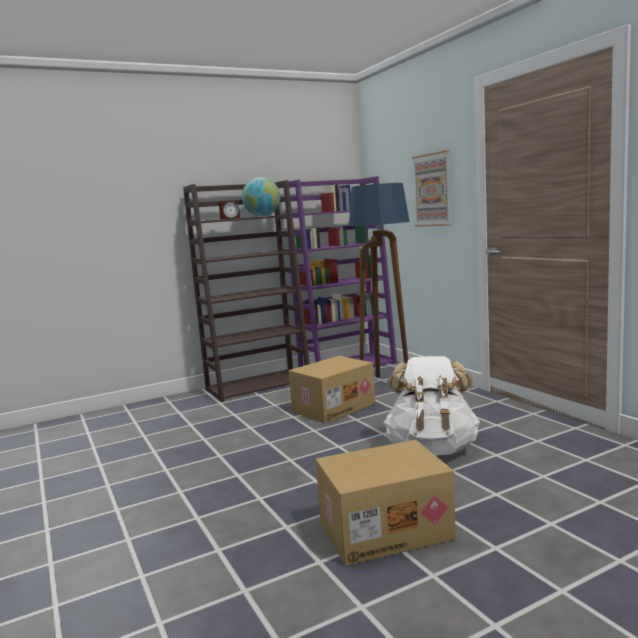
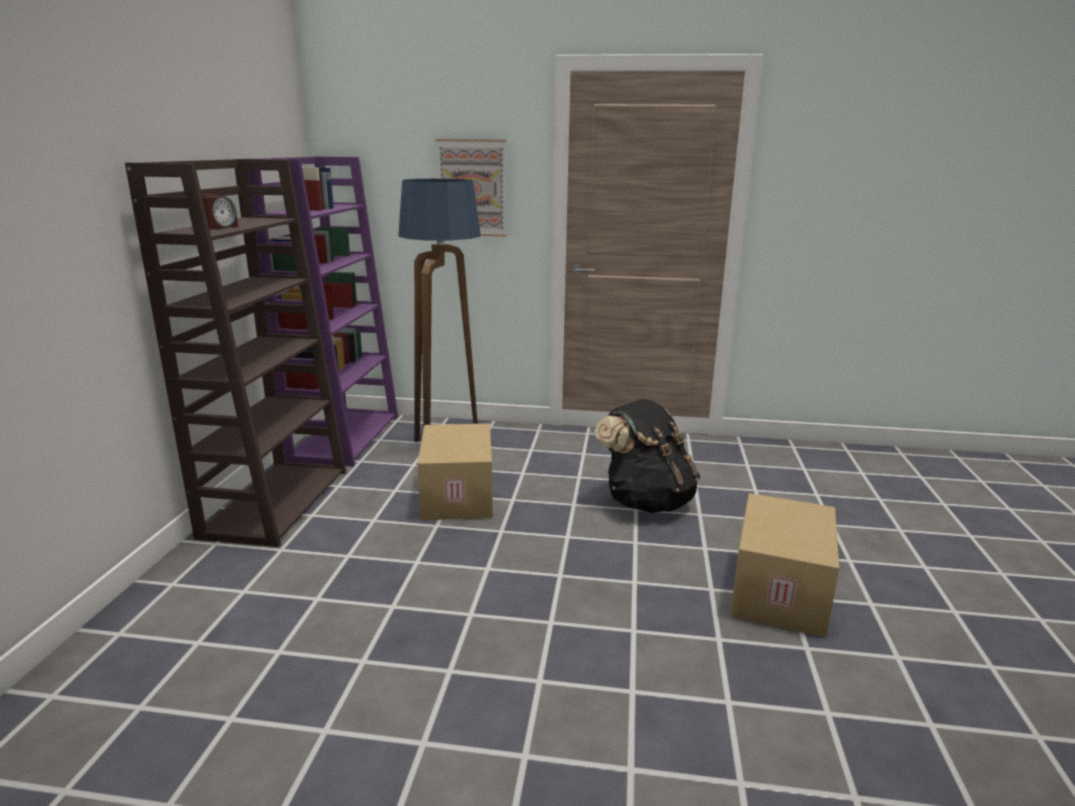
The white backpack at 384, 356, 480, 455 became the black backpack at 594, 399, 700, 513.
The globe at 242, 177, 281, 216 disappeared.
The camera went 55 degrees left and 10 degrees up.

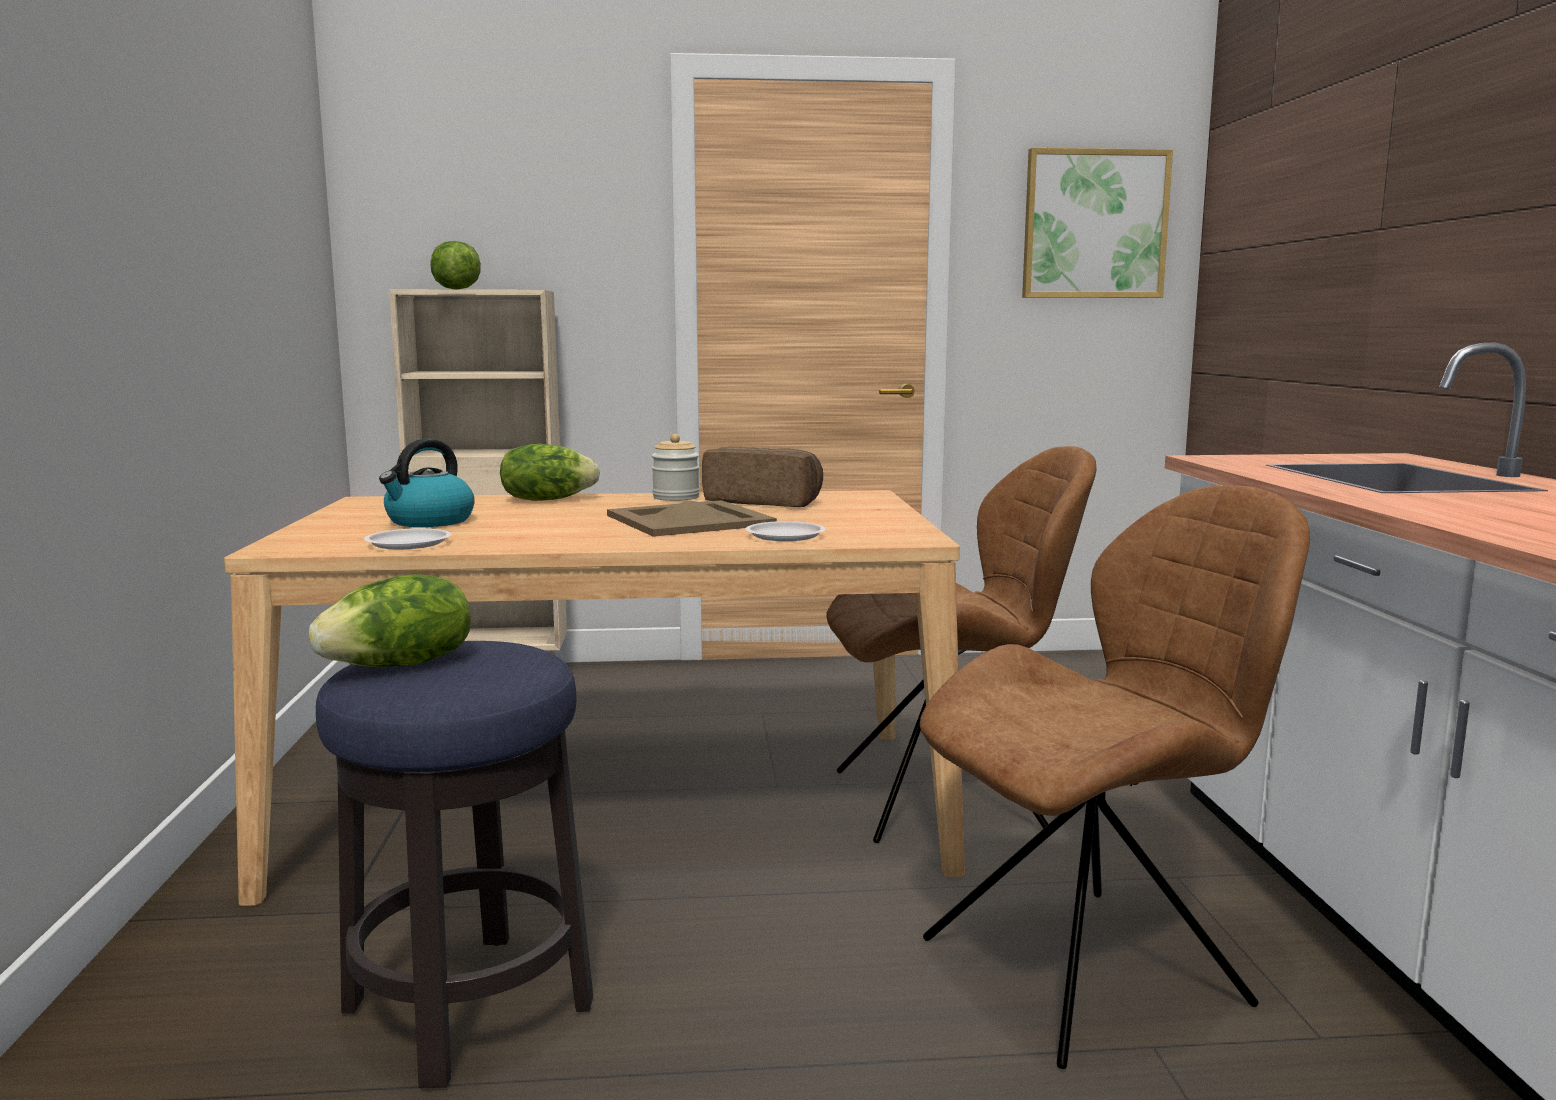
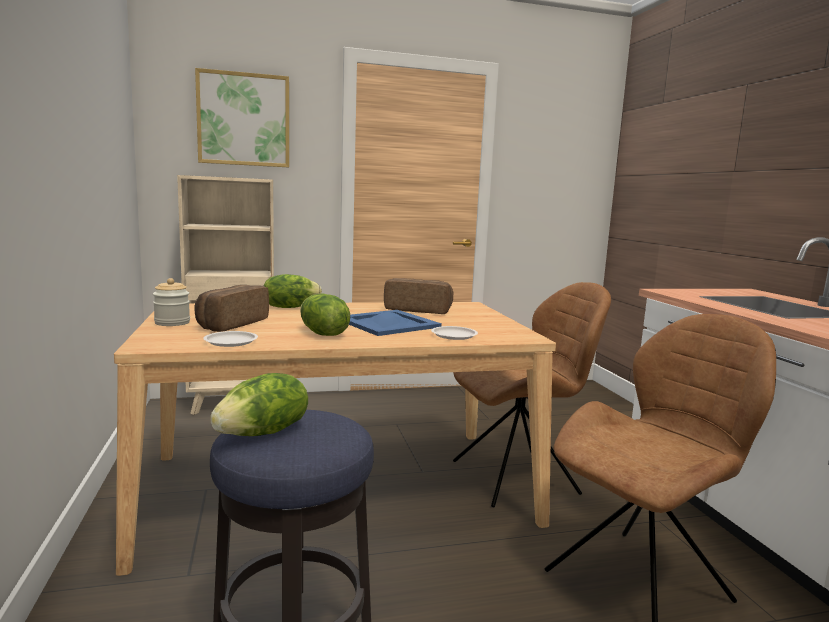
The jar moved from 652, 434, 700, 501 to 153, 278, 190, 326.
The picture moved from 1022, 148, 1173, 298 to 195, 68, 289, 167.
The kettle at 379, 439, 475, 527 was replaced by the bread at 195, 285, 269, 332.
The lettuce moved from 430, 241, 481, 289 to 300, 293, 350, 336.
The beige tray at 607, 500, 777, 537 became the blue tray at 349, 310, 442, 336.
The camera went 10 degrees left and 0 degrees up.

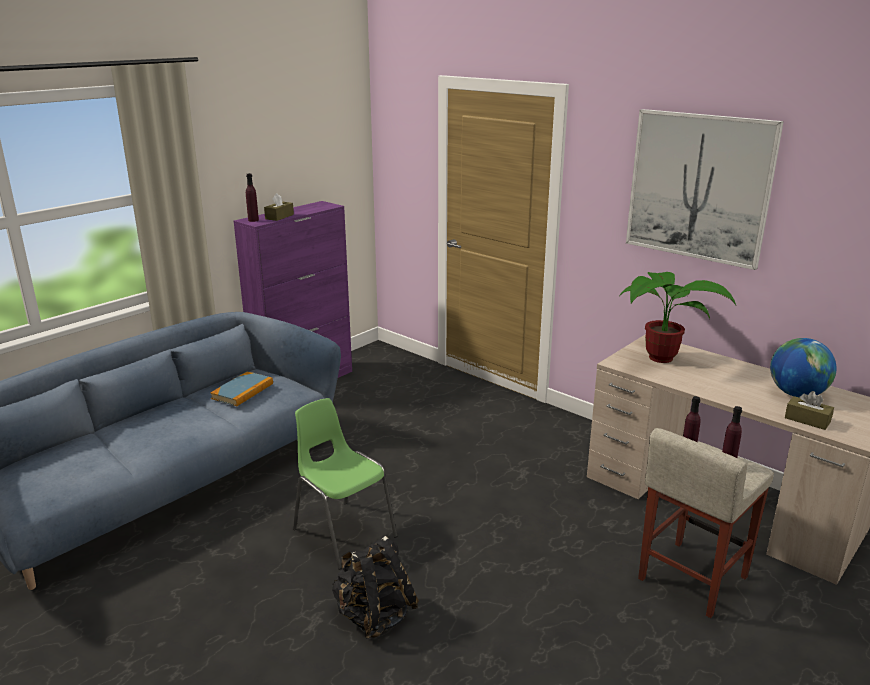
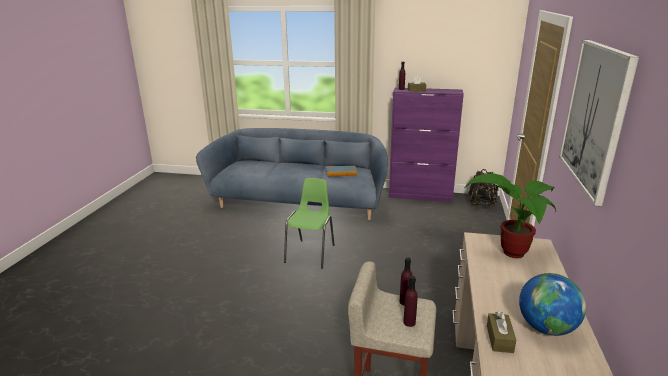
The black backpack moved from 332, 536, 419, 638 to 468, 169, 498, 206.
The camera went 60 degrees right and 0 degrees up.

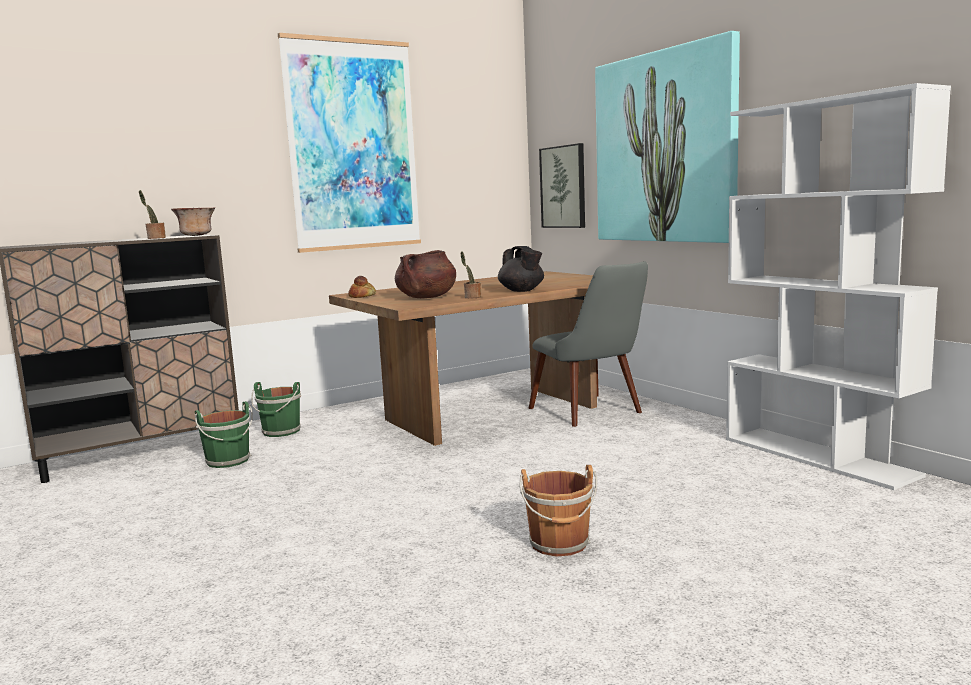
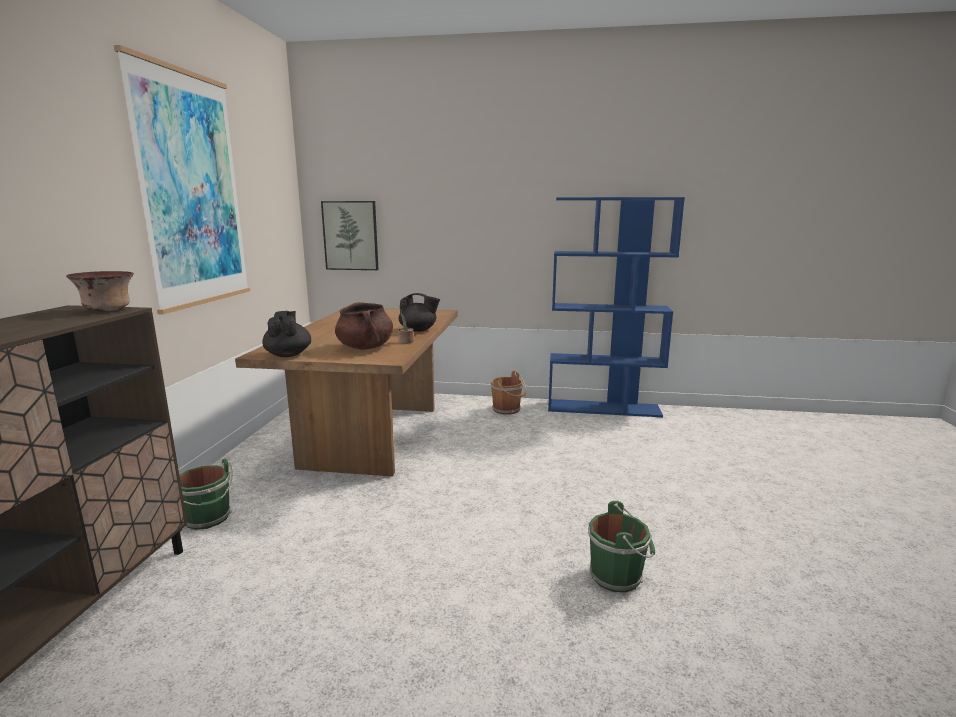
The bread at 348, 276, 376, 298 was replaced by the black teapot at 262, 311, 311, 357.
The brown bucket moved from 519, 465, 597, 557 to 491, 371, 526, 415.
The white bookcase at 726, 83, 951, 490 became the blue bookcase at 548, 197, 685, 417.
The green bucket moved from 195, 401, 253, 468 to 588, 501, 655, 593.
The potted plant at 139, 190, 166, 239 disappeared.
The grey chair at 529, 261, 648, 427 disappeared.
The picture at 595, 31, 740, 243 disappeared.
The camera went 50 degrees left and 5 degrees up.

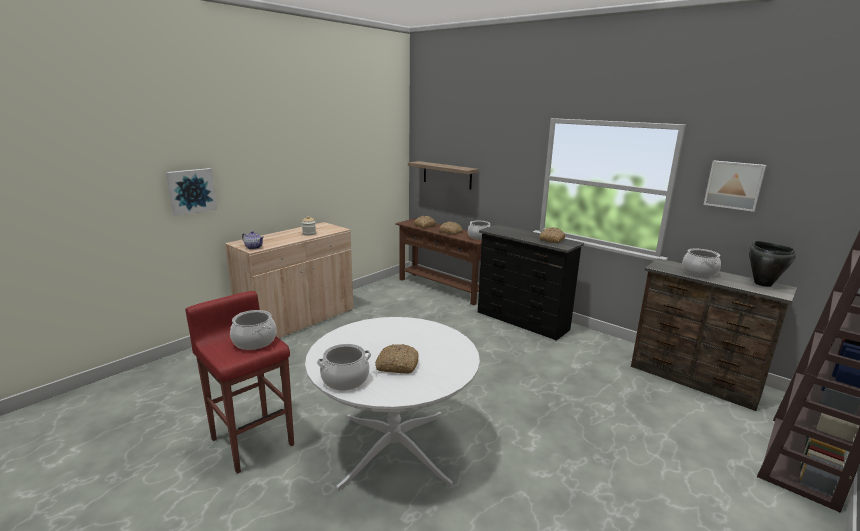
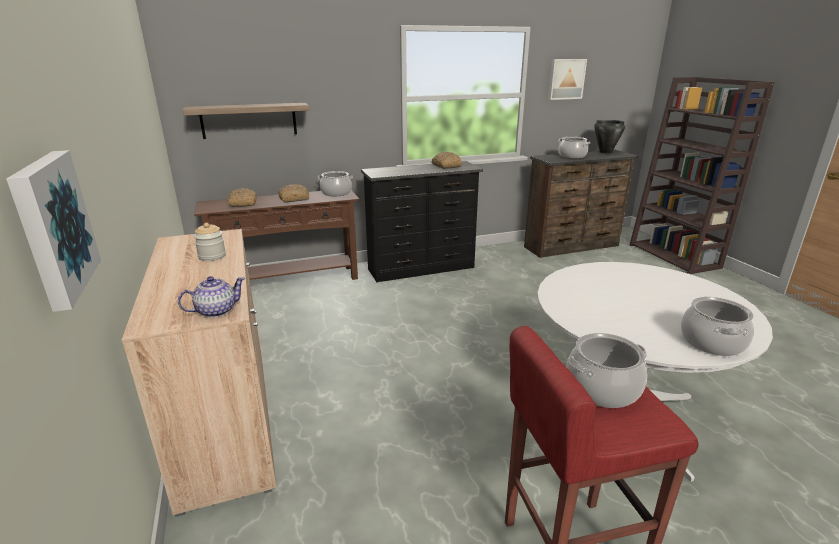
The bread at 375, 344, 419, 374 disappeared.
The camera went 60 degrees left and 5 degrees up.

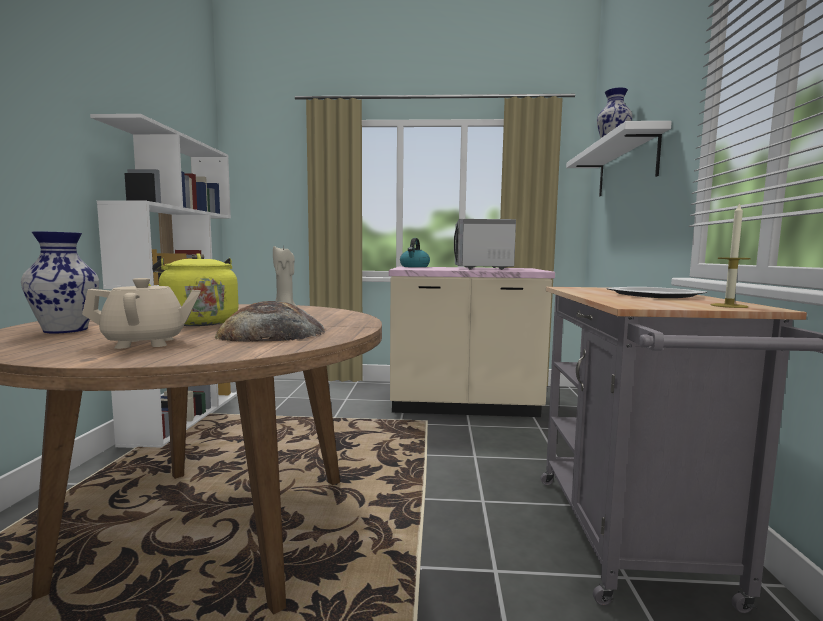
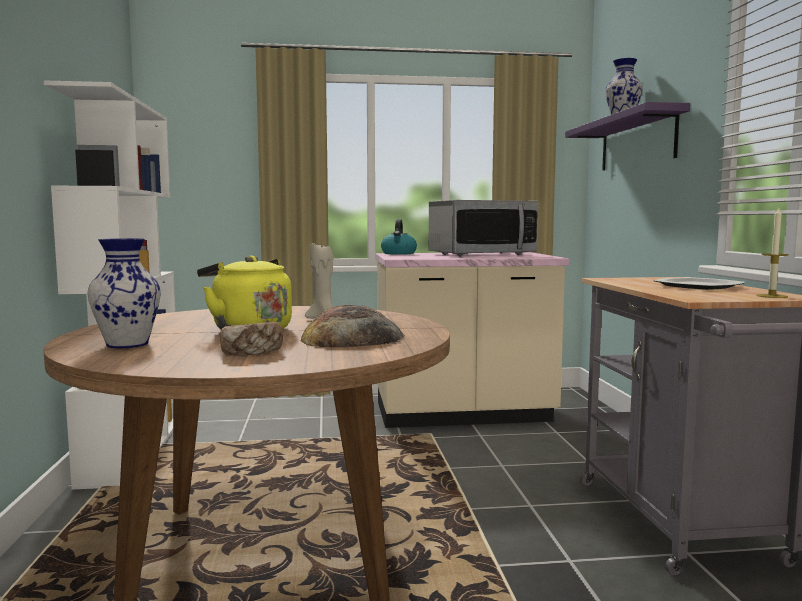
The beige teapot at 82, 278, 201, 349 was replaced by the bread at 220, 322, 283, 356.
The microwave at 454, 219, 516, 270 turned 105 degrees counterclockwise.
The white shelf at 566, 121, 672, 196 became the purple shelf at 565, 102, 690, 171.
The camera went 10 degrees left and 0 degrees up.

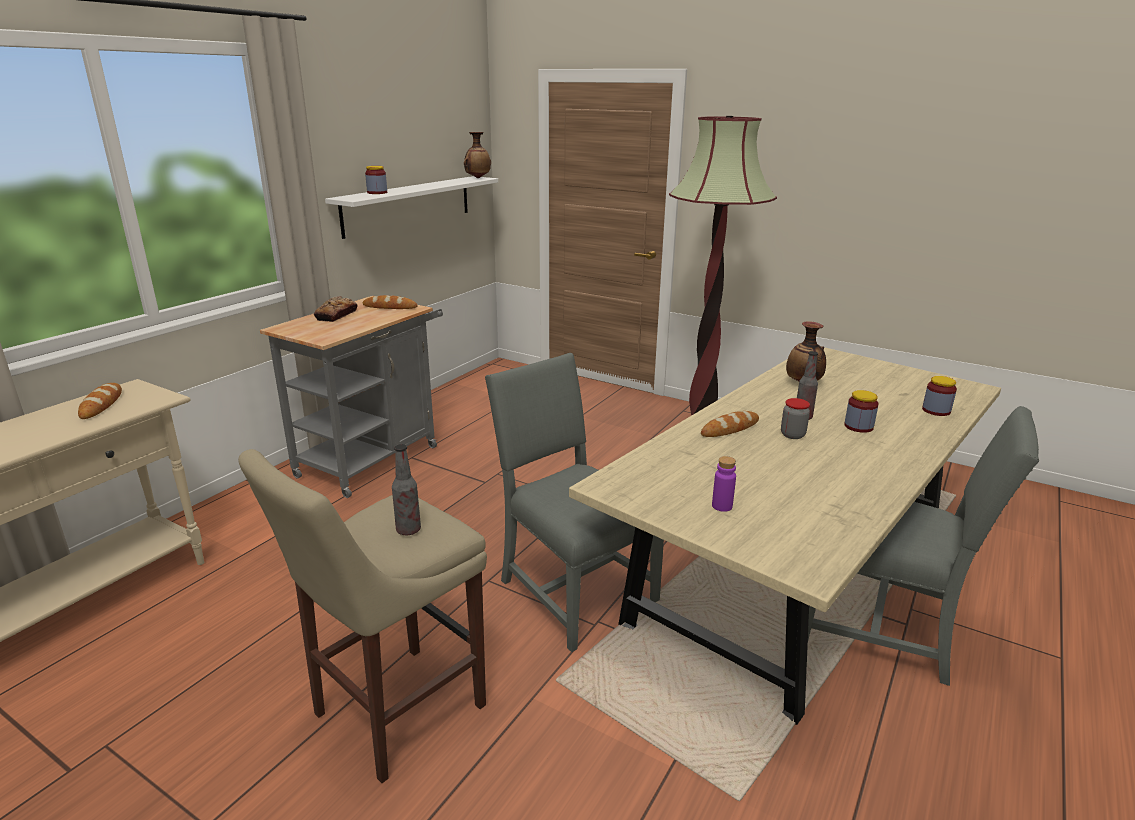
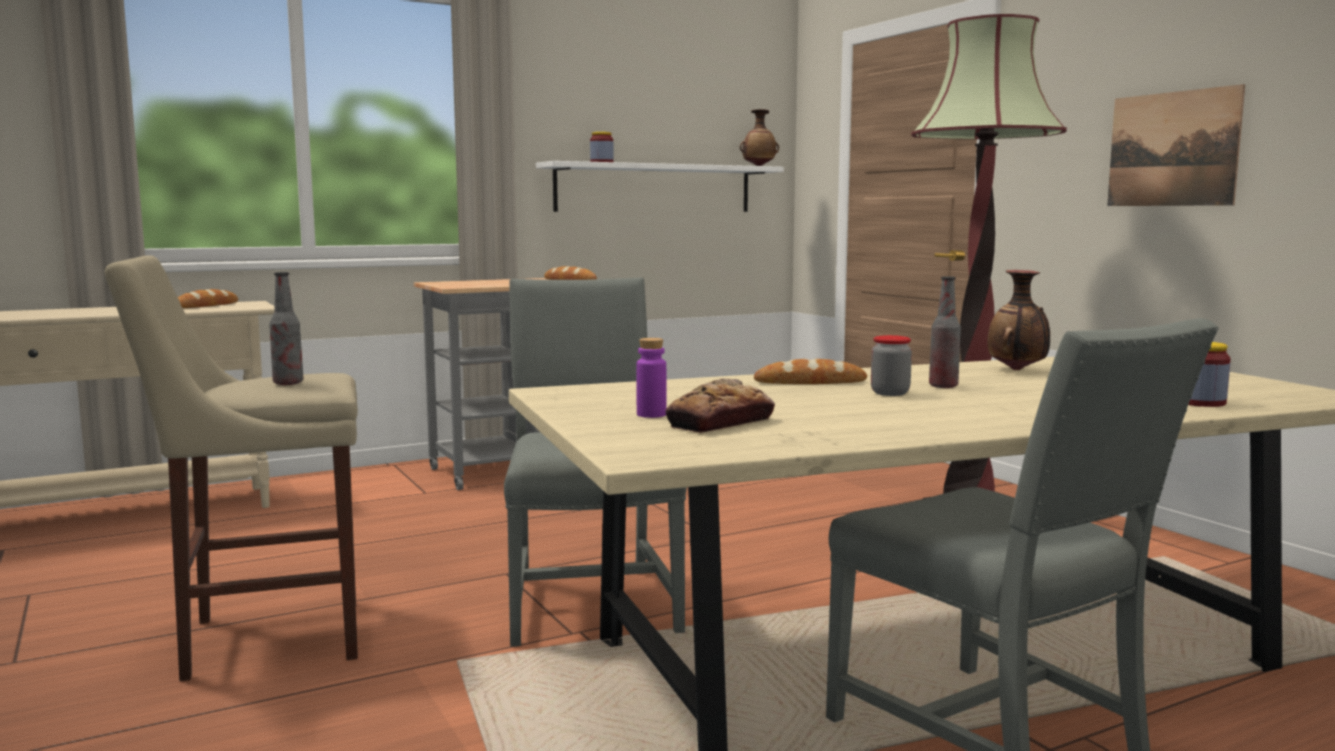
The bread moved from 314, 296, 358, 322 to 665, 379, 775, 433.
The picture at 1107, 84, 1245, 206 appeared.
The jar at 844, 390, 878, 433 disappeared.
The camera went 30 degrees right and 15 degrees down.

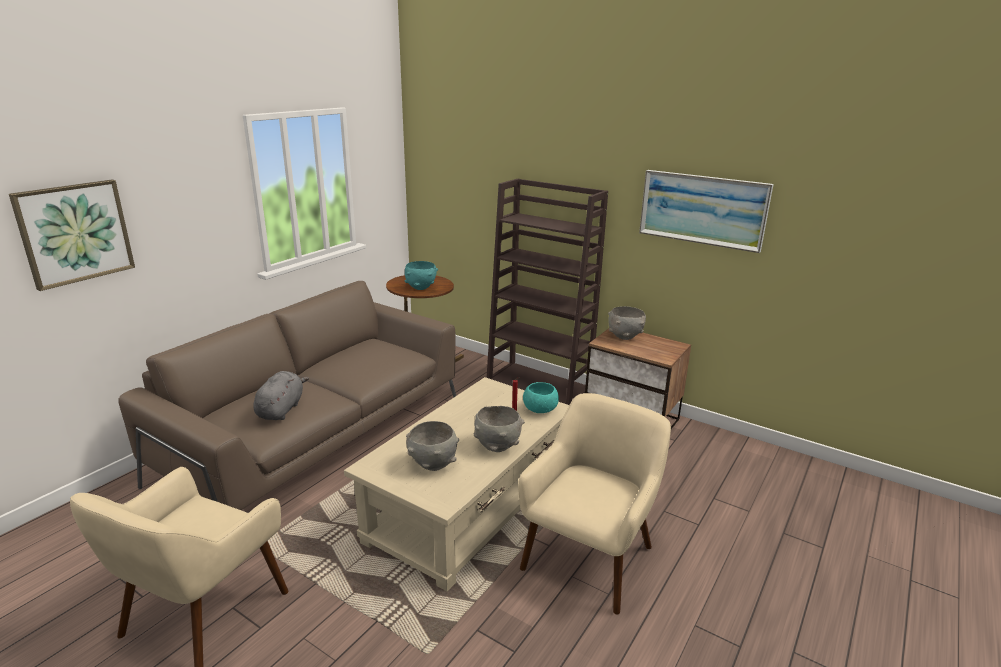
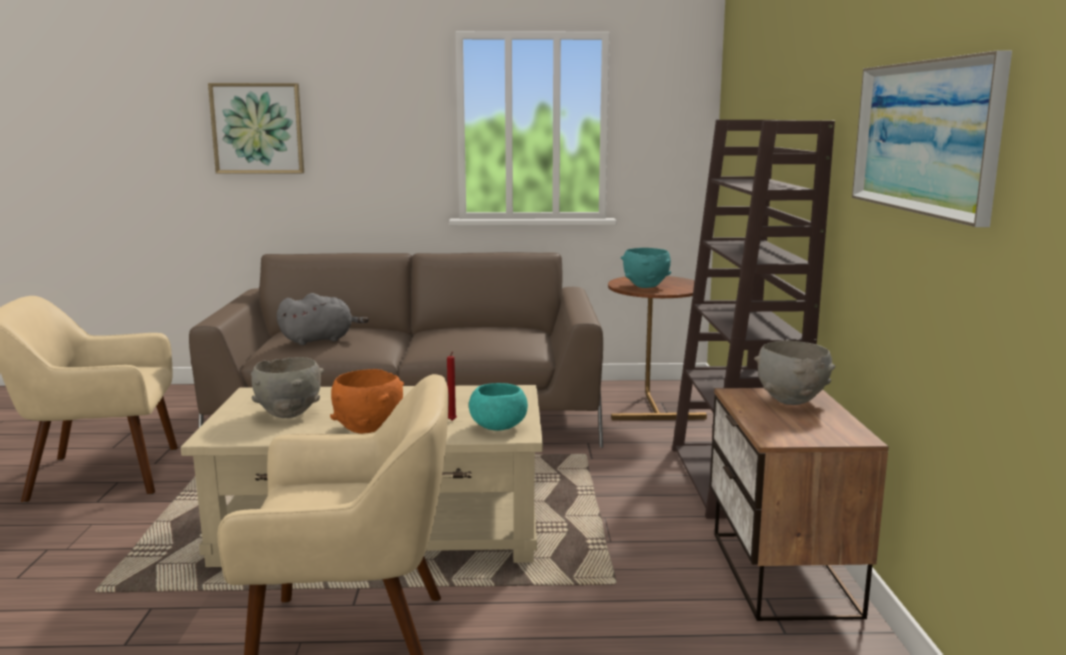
The grey bowl at 474, 406, 525, 452 became the orange bowl at 330, 369, 404, 434.
The camera went 55 degrees right and 10 degrees down.

